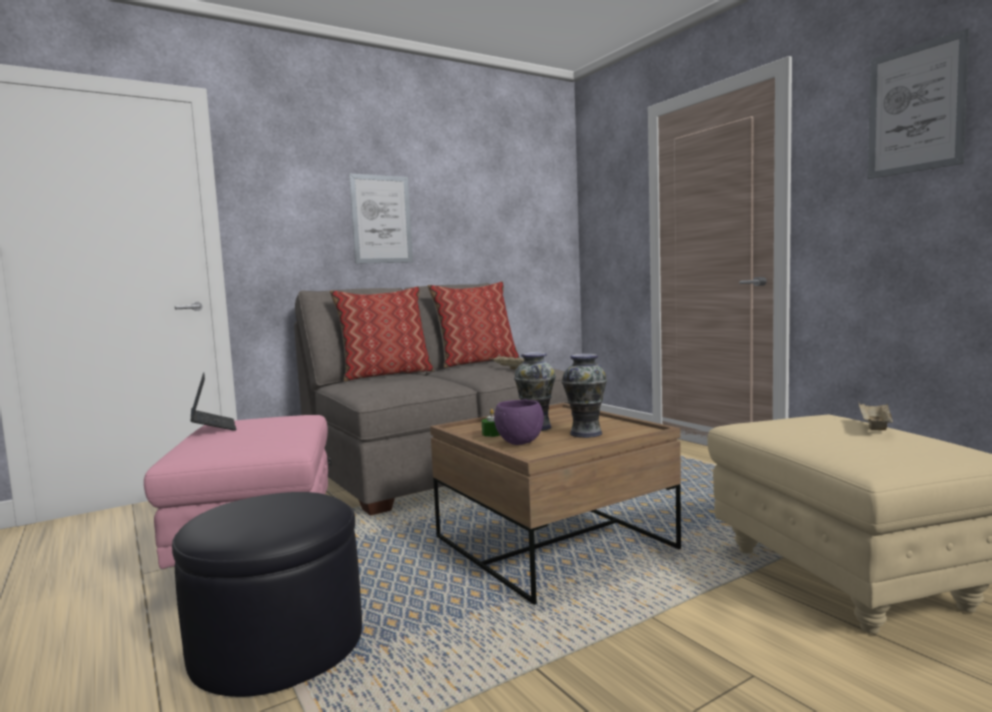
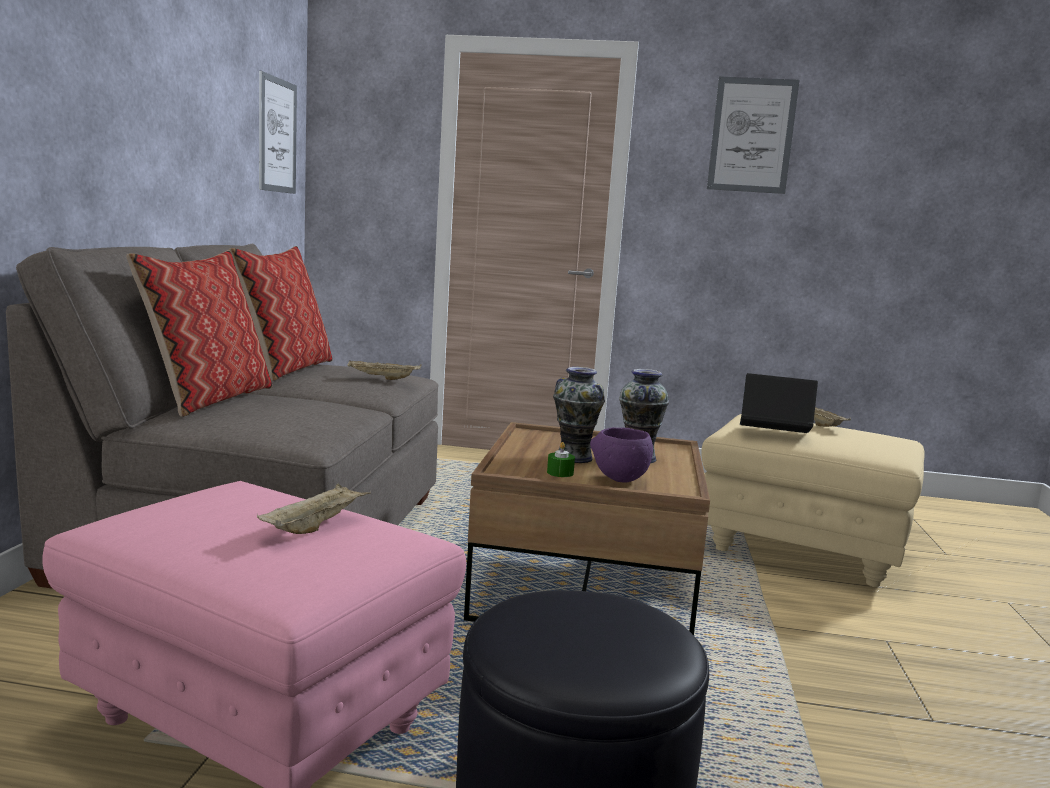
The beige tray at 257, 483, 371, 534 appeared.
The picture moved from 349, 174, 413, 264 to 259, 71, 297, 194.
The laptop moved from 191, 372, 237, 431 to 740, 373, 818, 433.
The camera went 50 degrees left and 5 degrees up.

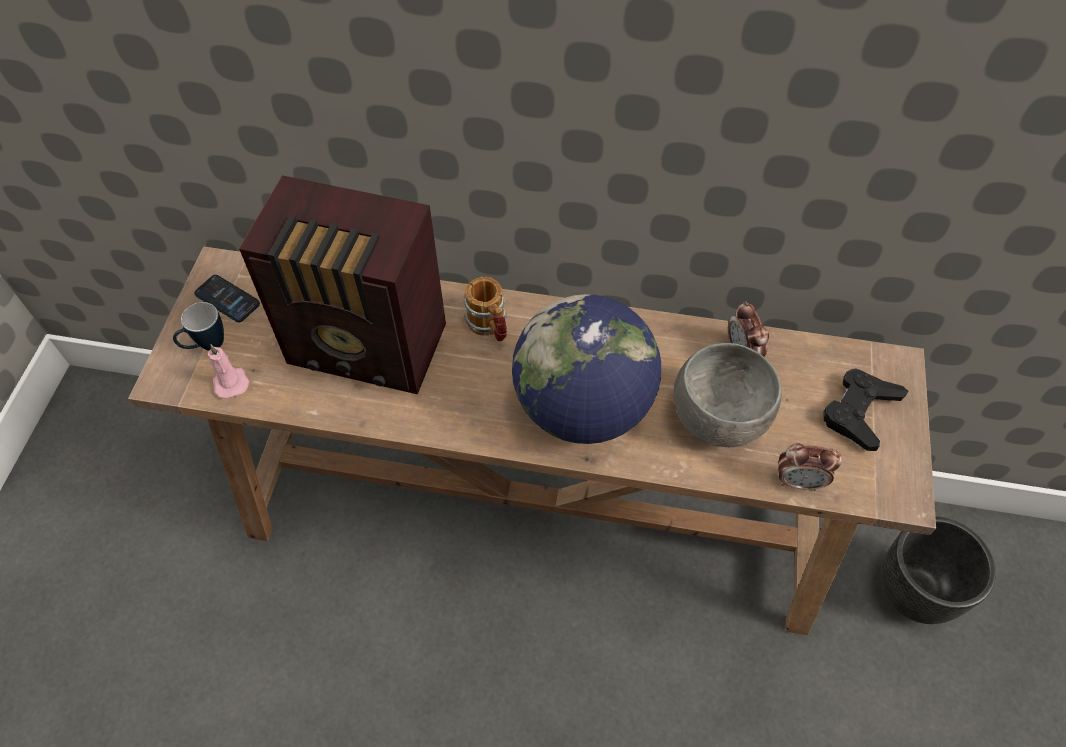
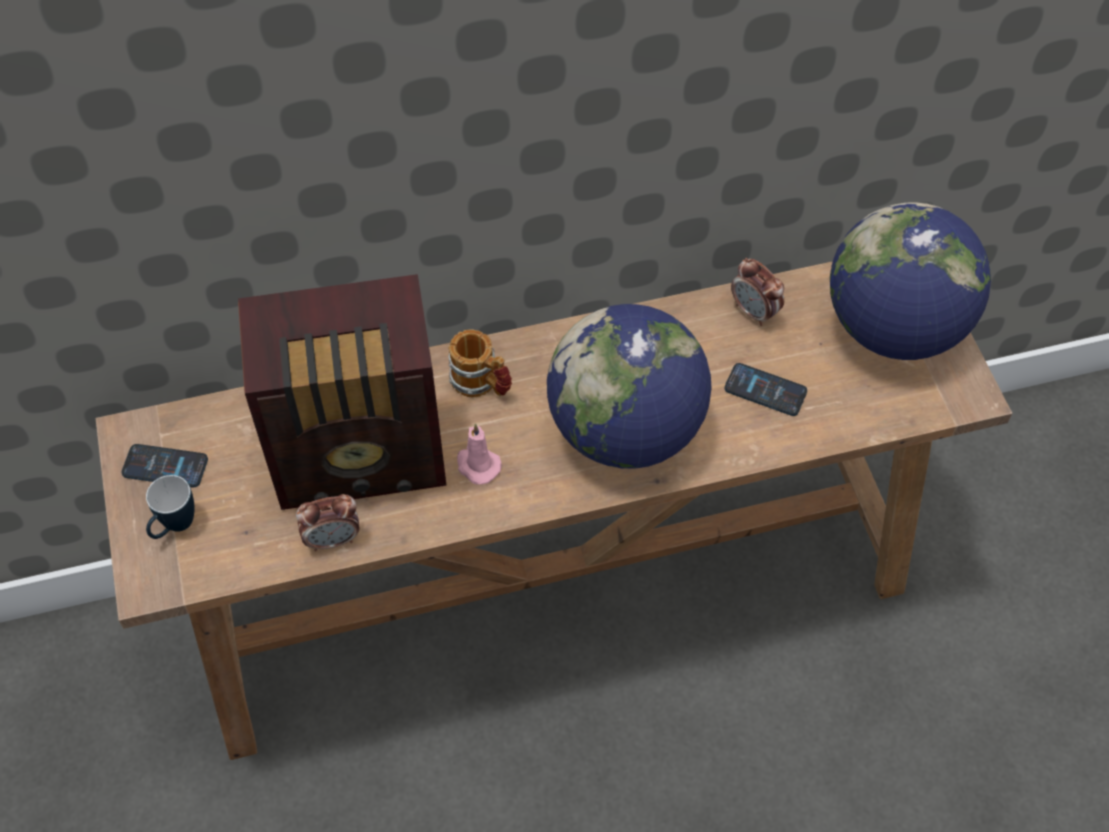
The alarm clock moved from 778, 443, 842, 491 to 296, 494, 360, 552.
The pink candle moved from 208, 344, 249, 399 to 457, 423, 501, 484.
The grey bowl at 673, 343, 782, 447 was replaced by the phone at 724, 363, 807, 416.
The black game controller at 823, 368, 909, 451 was replaced by the globe at 830, 202, 991, 360.
The black planter at 880, 516, 996, 624 disappeared.
The camera went 25 degrees left and 0 degrees up.

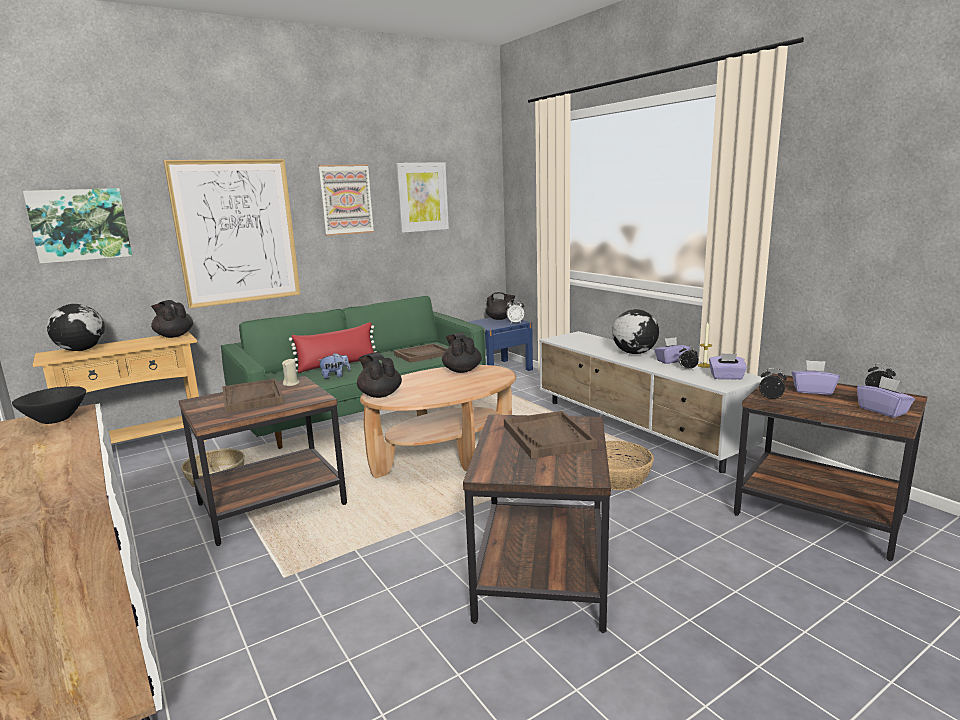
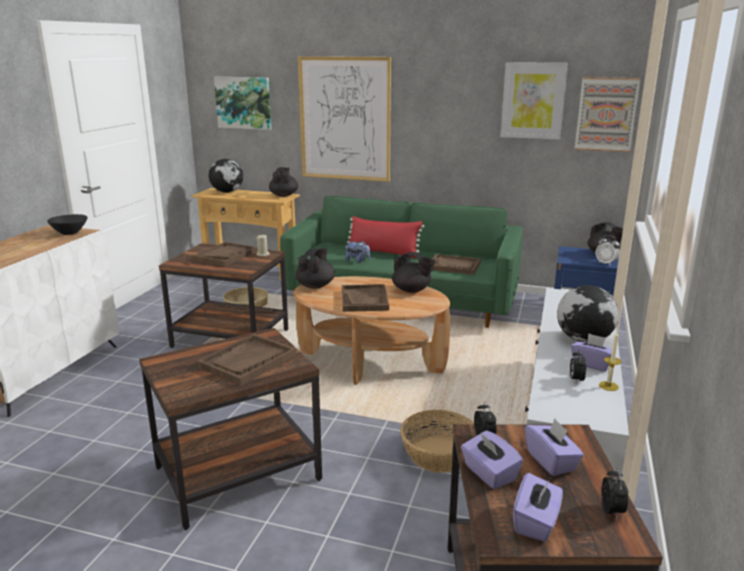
The brown tray at 342, 284, 389, 312 appeared.
The black teapot at 442, 332, 482, 373 turned 90 degrees clockwise.
The purple tissue box moved from 709, 353, 747, 380 to 461, 430, 523, 489.
The picture moved from 318, 164, 374, 236 to 575, 77, 641, 152.
The camera went 50 degrees right and 5 degrees up.

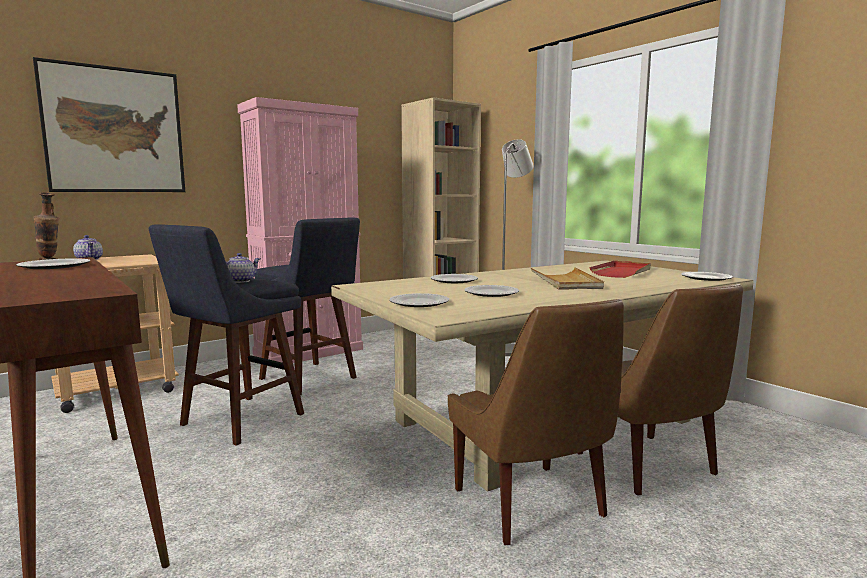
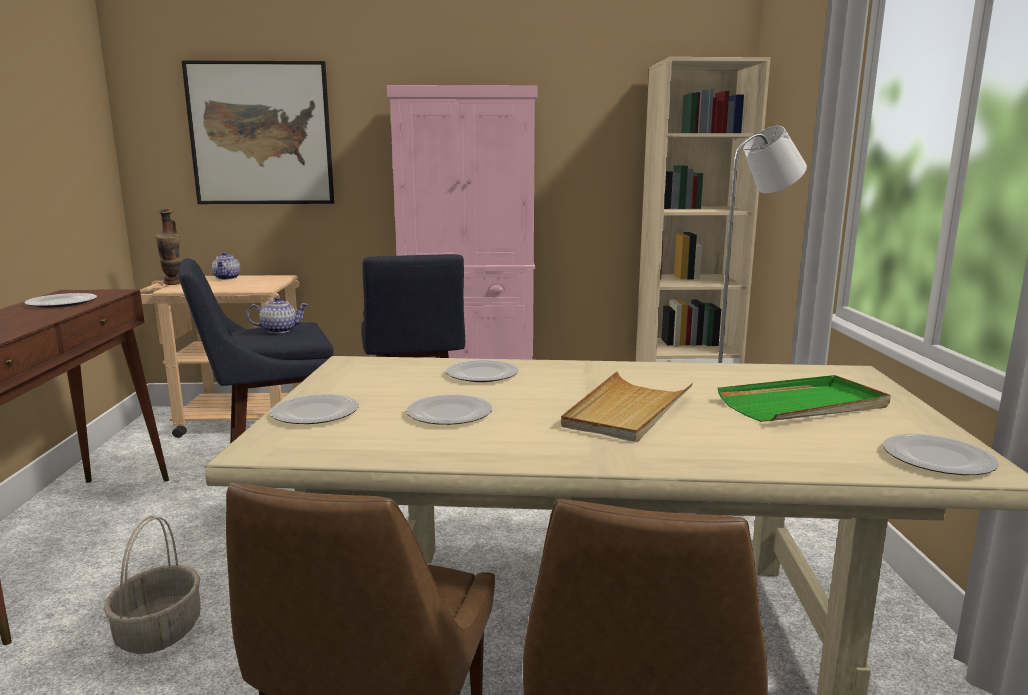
The basket at 104, 516, 201, 654 appeared.
The red tray at 589, 261, 651, 278 became the green tray at 718, 375, 891, 422.
The camera went 35 degrees right and 5 degrees up.

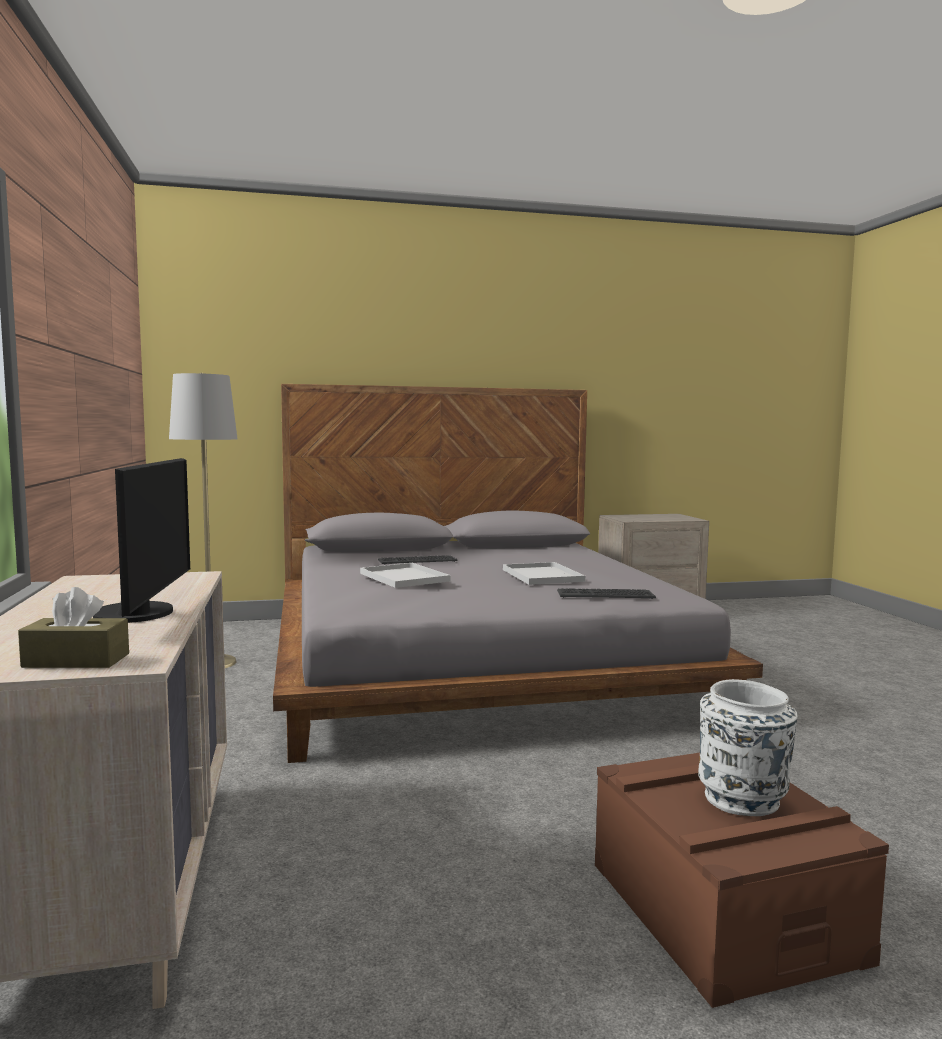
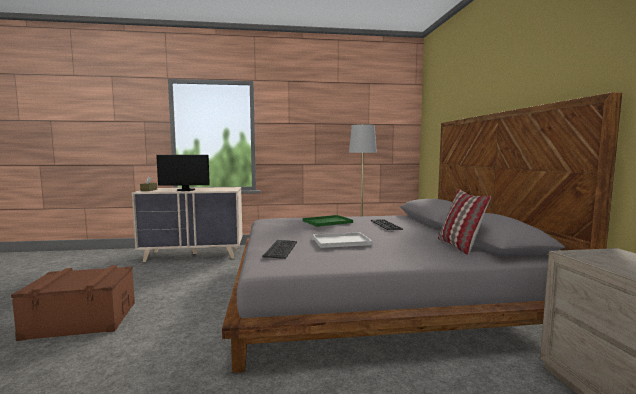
The white tray at 360, 563, 451, 588 became the green tray at 303, 215, 353, 227.
The pillow at 438, 189, 491, 255 appeared.
The white vase at 698, 679, 798, 816 disappeared.
The camera went 95 degrees right and 0 degrees up.

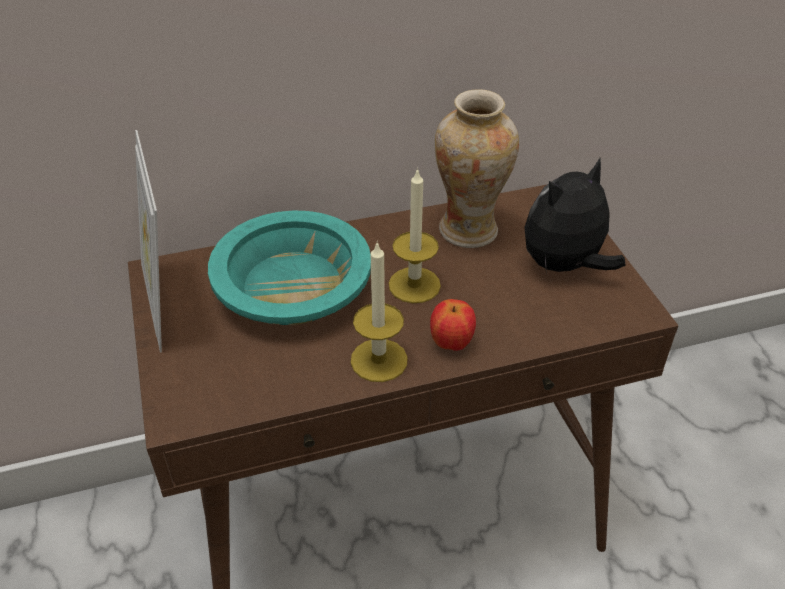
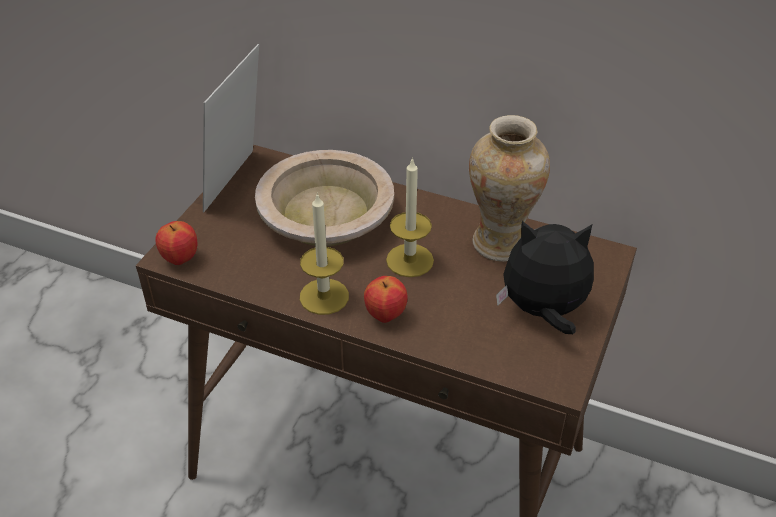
The apple at 155, 221, 197, 265 appeared.
The turquoise bowl at 208, 210, 371, 325 became the beige bowl at 255, 150, 394, 246.
The camera went 40 degrees right and 0 degrees up.

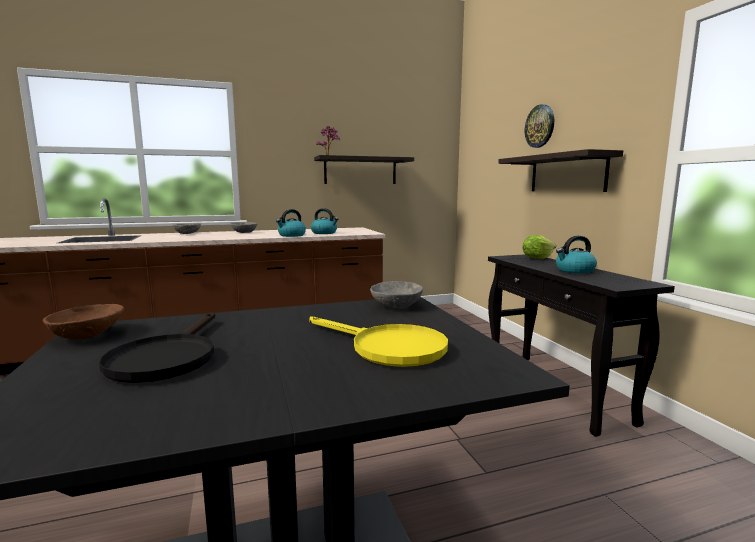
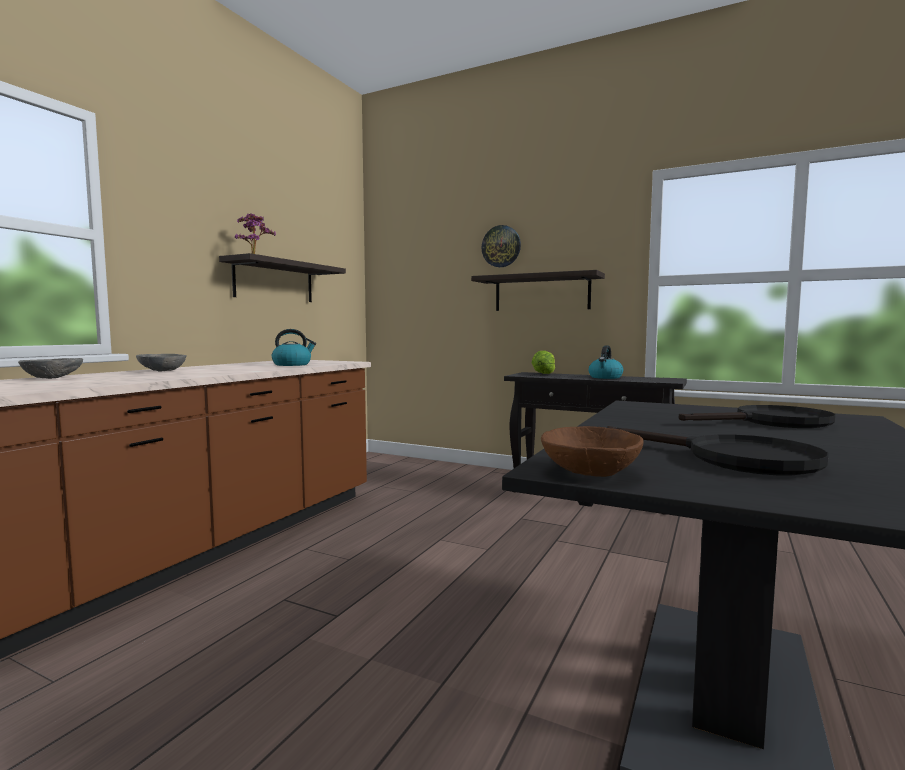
The yellow frying pan at 309, 316, 448, 367 became the black frying pan at 679, 405, 836, 428.
The kettle at 276, 209, 306, 237 disappeared.
The grey bowl at 370, 281, 423, 309 disappeared.
The camera went 45 degrees left and 5 degrees down.

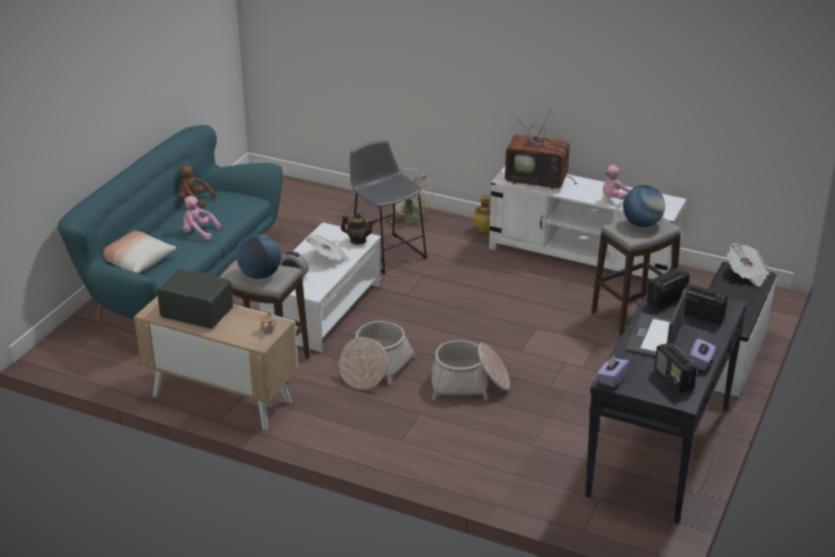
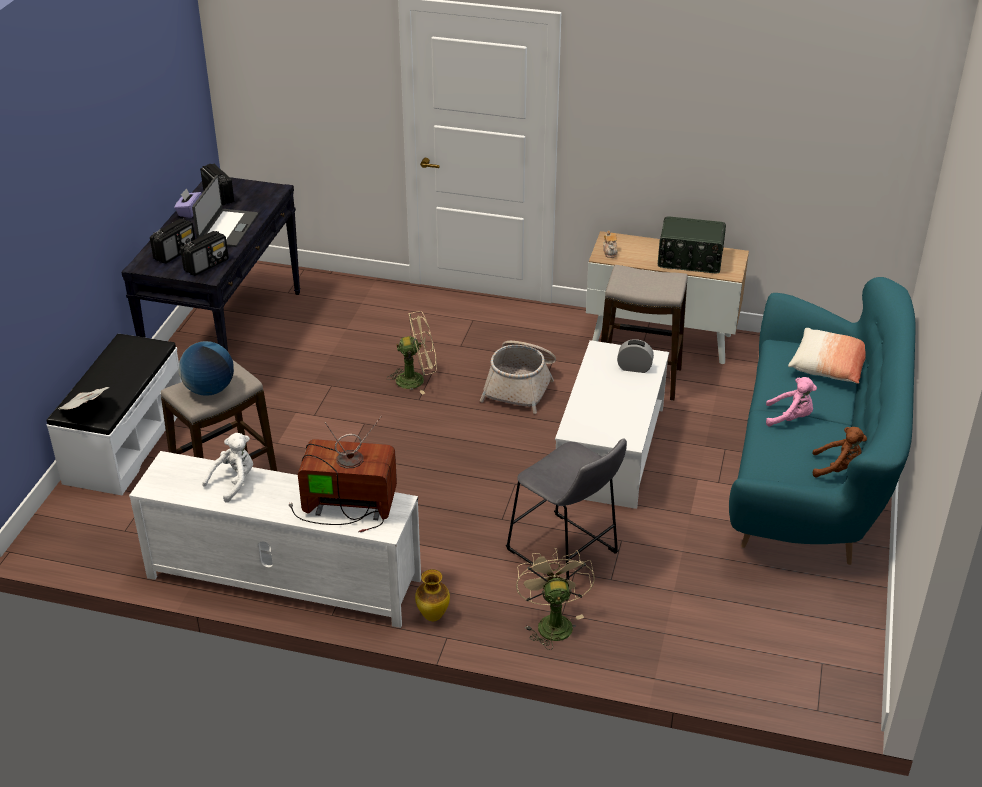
The radio at 681, 284, 728, 325 turned 75 degrees counterclockwise.
The pink plush toy at 603, 165, 631, 200 became the white plush toy at 202, 433, 253, 503.
The basket at 432, 340, 510, 400 was replaced by the beige fan at 387, 311, 437, 395.
The globe at 236, 234, 281, 279 disappeared.
The newspaper at 305, 235, 351, 261 disappeared.
The teapot at 341, 212, 374, 245 disappeared.
The purple tissue box at 597, 354, 629, 388 disappeared.
The camera went 170 degrees right and 5 degrees up.

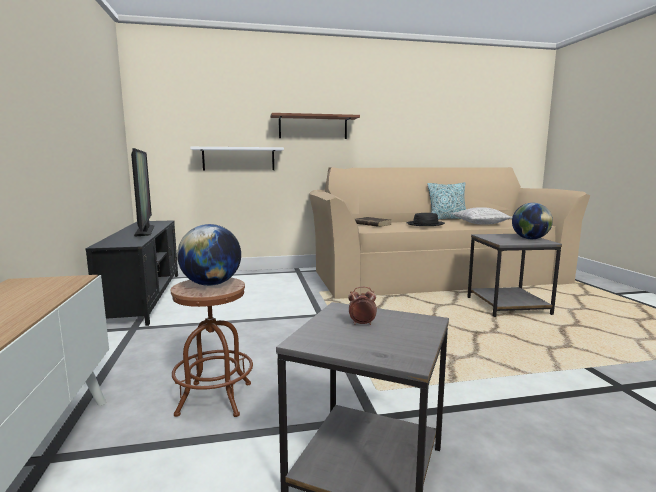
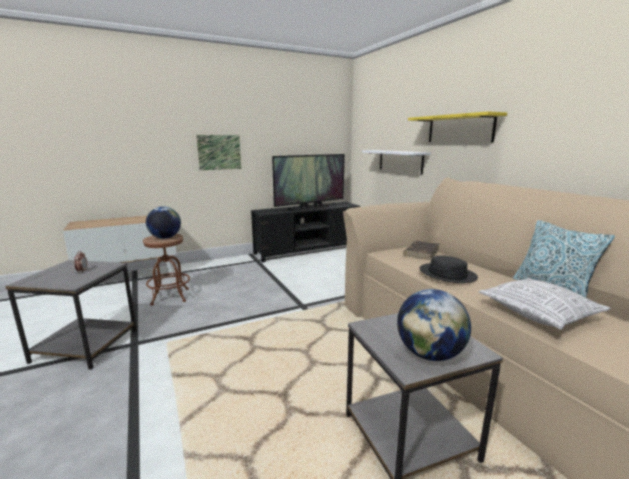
The picture at 196, 135, 241, 170 appeared.
The brown shelf at 270, 113, 360, 139 became the yellow shelf at 408, 111, 507, 142.
The camera went 75 degrees right and 5 degrees up.

